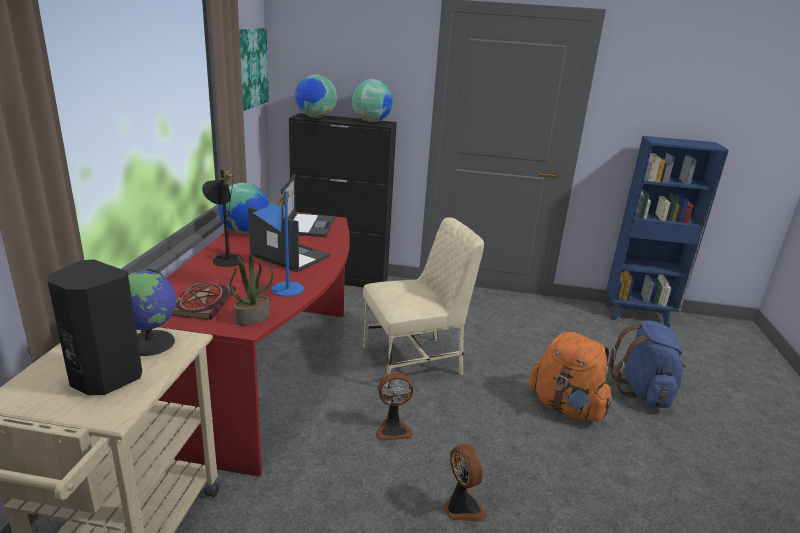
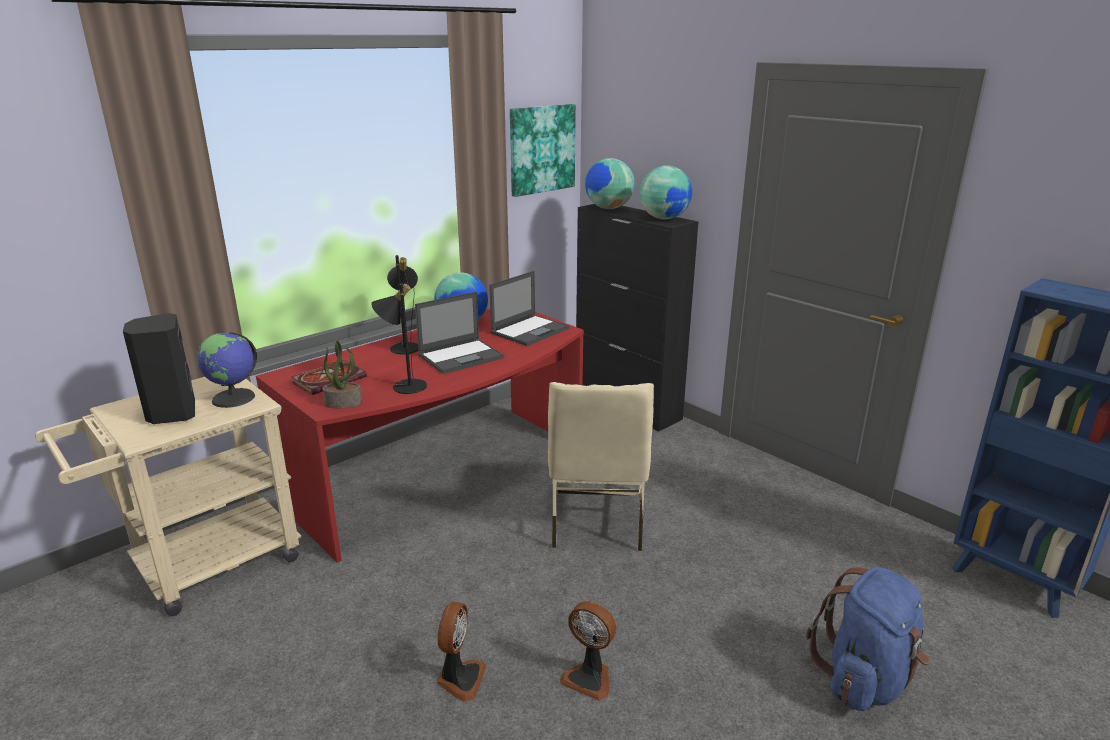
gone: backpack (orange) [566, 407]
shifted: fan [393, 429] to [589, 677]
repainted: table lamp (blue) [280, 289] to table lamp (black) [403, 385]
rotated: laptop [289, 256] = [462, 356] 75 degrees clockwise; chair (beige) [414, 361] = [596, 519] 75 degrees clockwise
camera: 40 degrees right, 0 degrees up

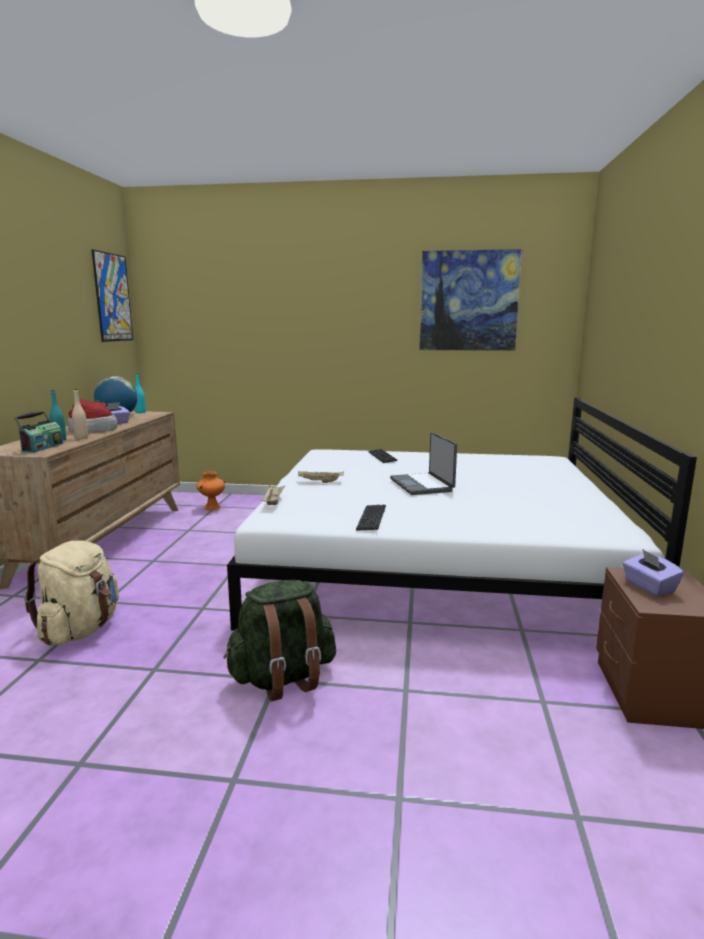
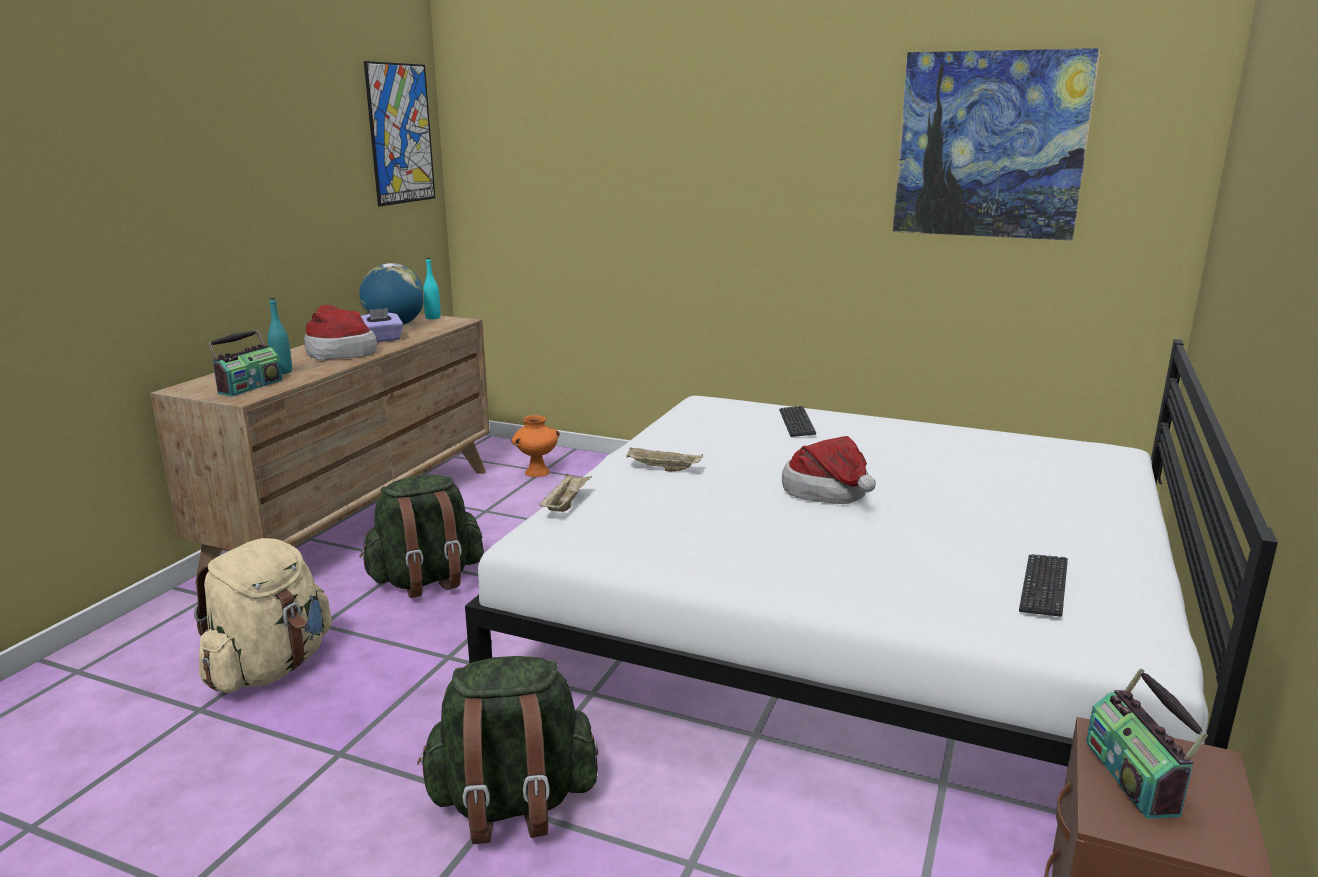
gone: bottle (beige) [81, 438]
new: backpack (green) [426, 580]
shifted: keyboard [371, 519] to [1043, 587]
swapped: laptop [422, 485] to hat [829, 493]; tissue box (purple) [649, 587] to radio [1134, 777]
camera: 15 degrees right, 5 degrees up

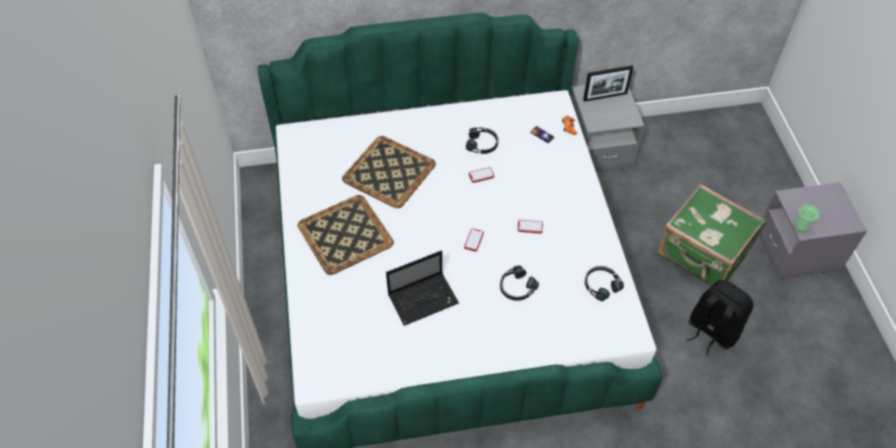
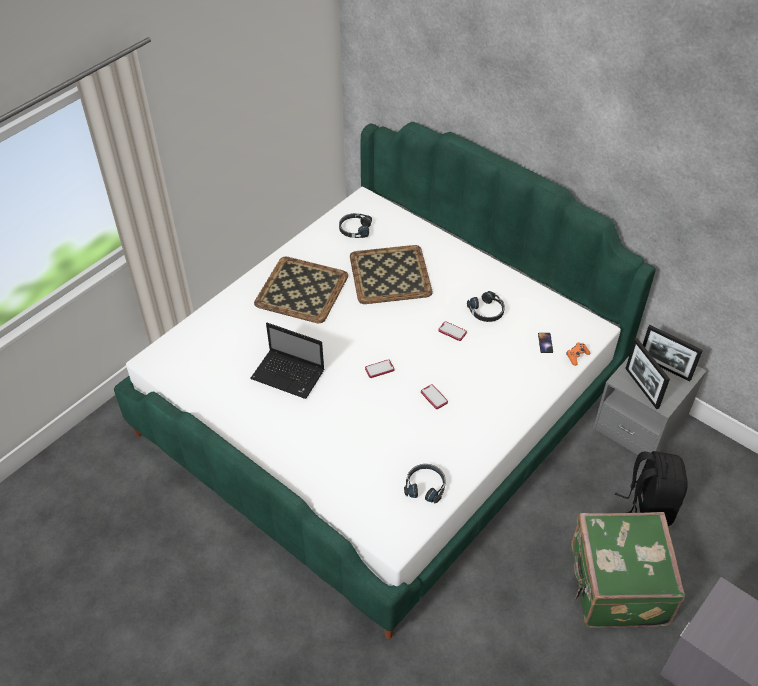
gone: cup [801, 226]
new: picture frame [642, 388]
shifted: headphones (black) [516, 287] to [354, 229]; backpack (black) [711, 331] to [647, 507]
camera: 50 degrees right, 5 degrees down

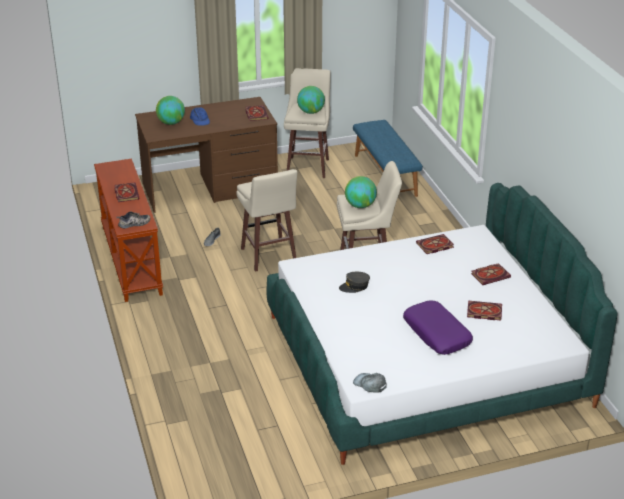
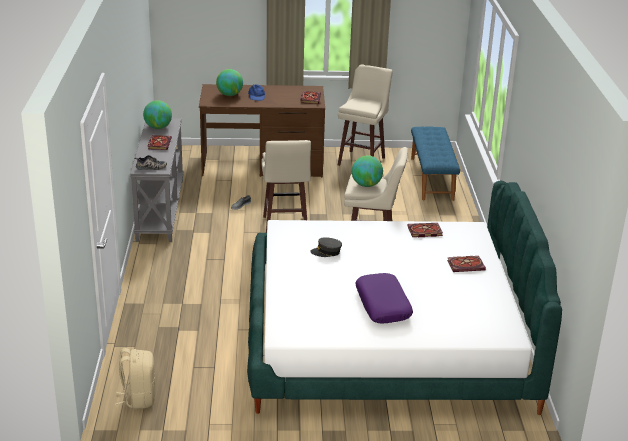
gone: cap (grey) [370, 384]; book [483, 312]
new: backpack (beige) [138, 398]
shifted: globe [310, 112] to [158, 127]
repainted: console table (brown) [130, 260] to console table (grey) [159, 209]
camera: 15 degrees right, 5 degrees down

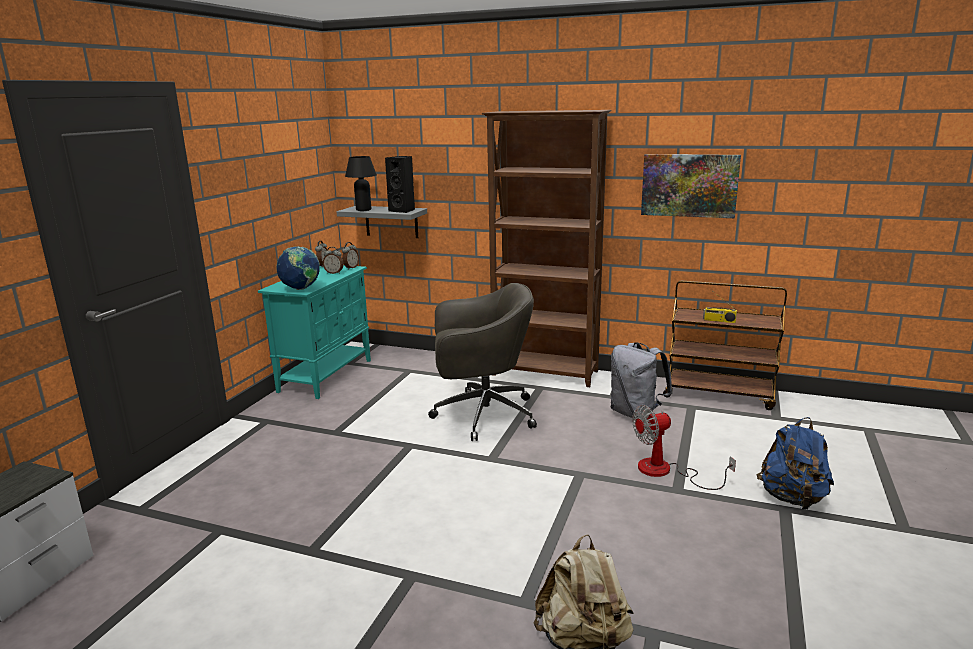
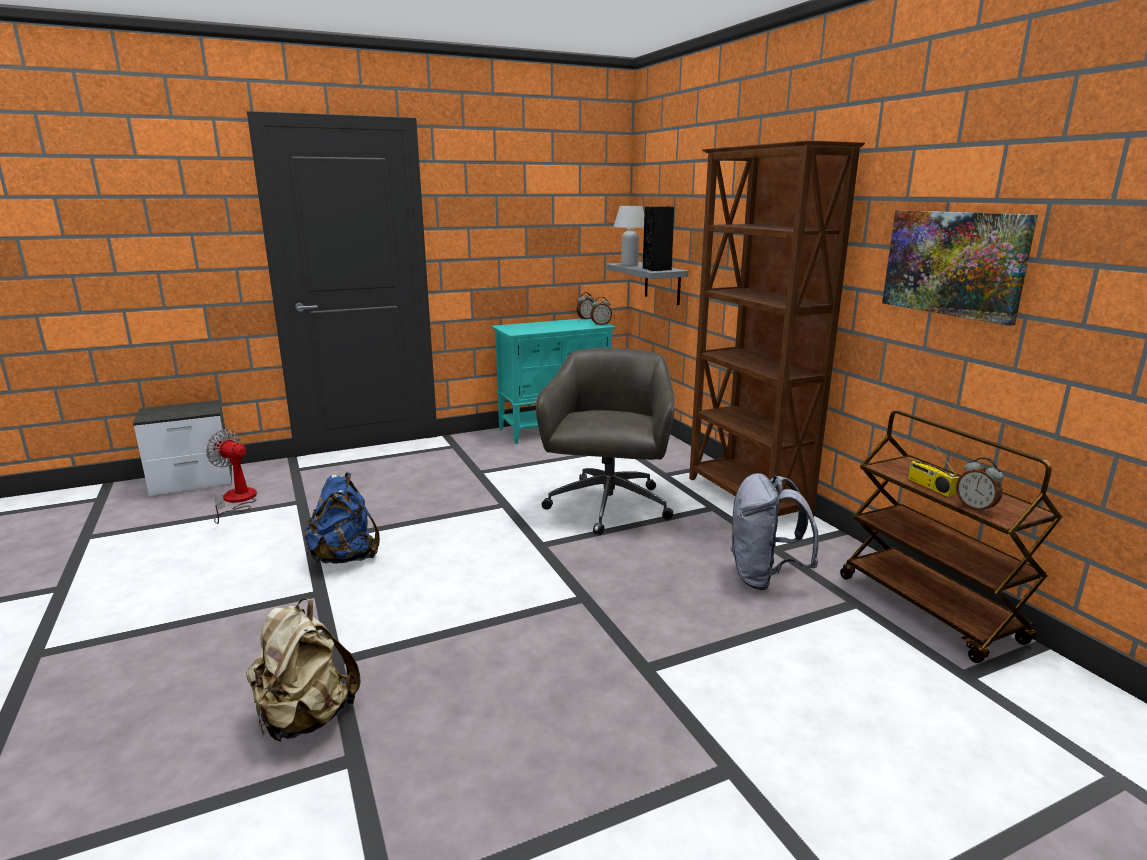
gone: globe [301, 289]
shifted: alarm clock [334, 273] to [975, 507]; fan [666, 471] to [237, 501]; backpack (blue) [792, 498] to [345, 557]
repainted: table lamp (black) [363, 210] to table lamp (white) [629, 265]
rotated: office chair (grey) [482, 415] = [608, 507] 120 degrees counterclockwise
camera: 45 degrees right, 0 degrees up

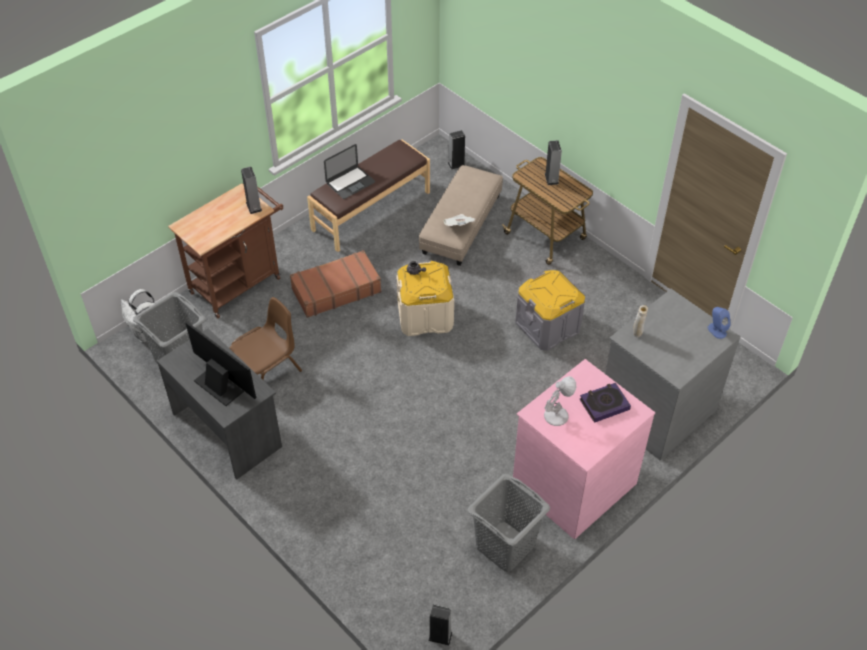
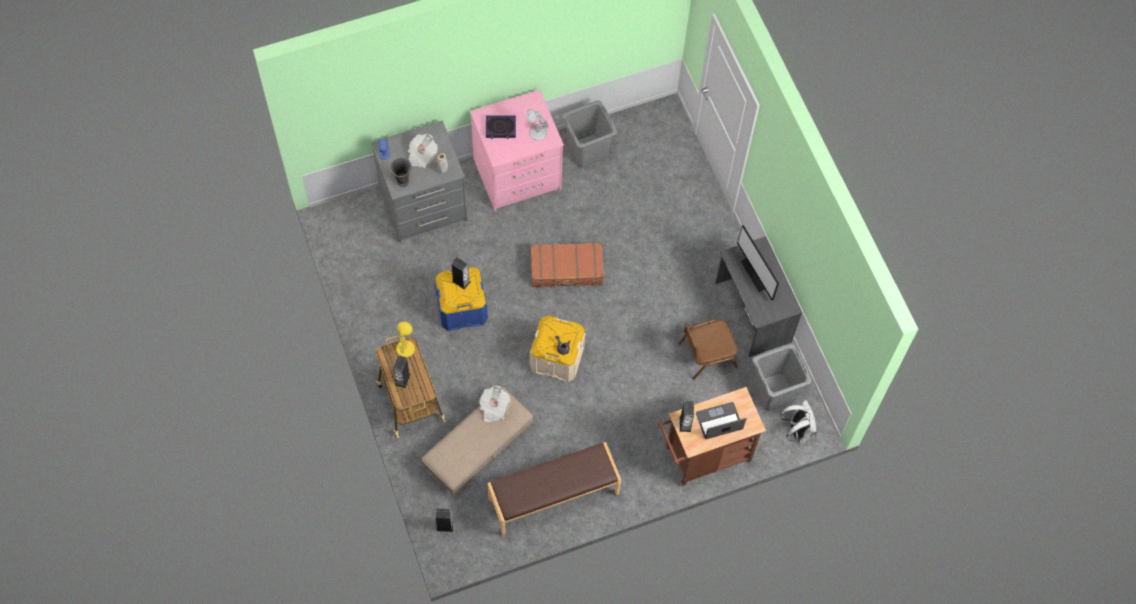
new: vase (grey) [402, 182]; table lamp (yellow) [405, 347]; newspaper [421, 155]
shifted: suitcase (brown) [336, 290] to [566, 269]; laptop [350, 182] to [719, 421]; speaker [440, 636] to [461, 281]
repainted: storage box (grey) [547, 326] to storage box (blue) [462, 308]
camera: 160 degrees left, 15 degrees up

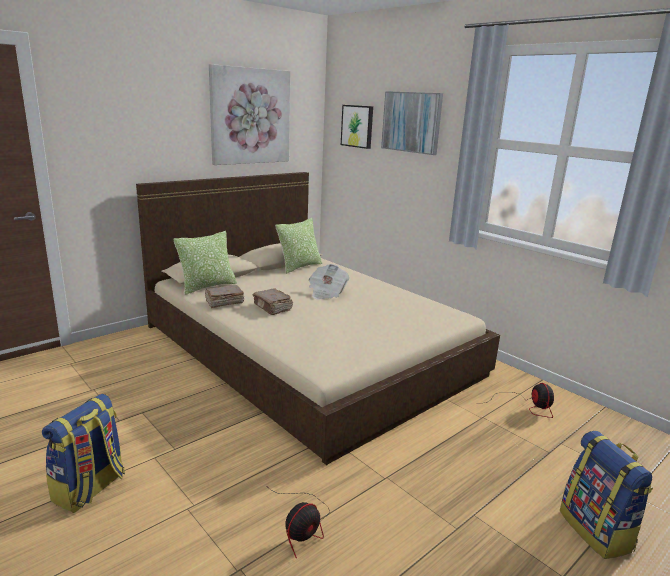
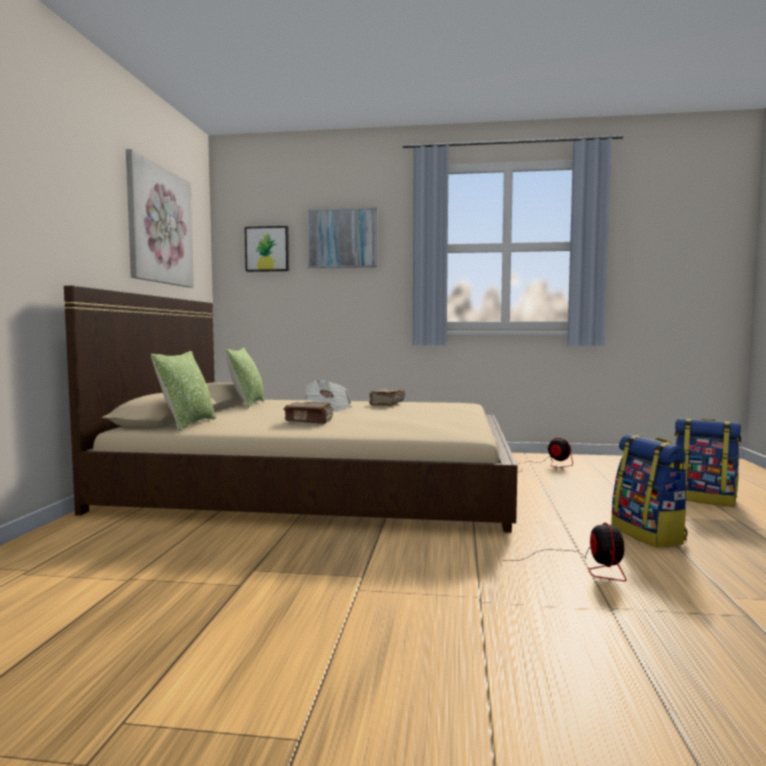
shifted: backpack [90, 489] to [649, 535]; book (brown) [224, 302] to [386, 404]
camera: 40 degrees left, 15 degrees down

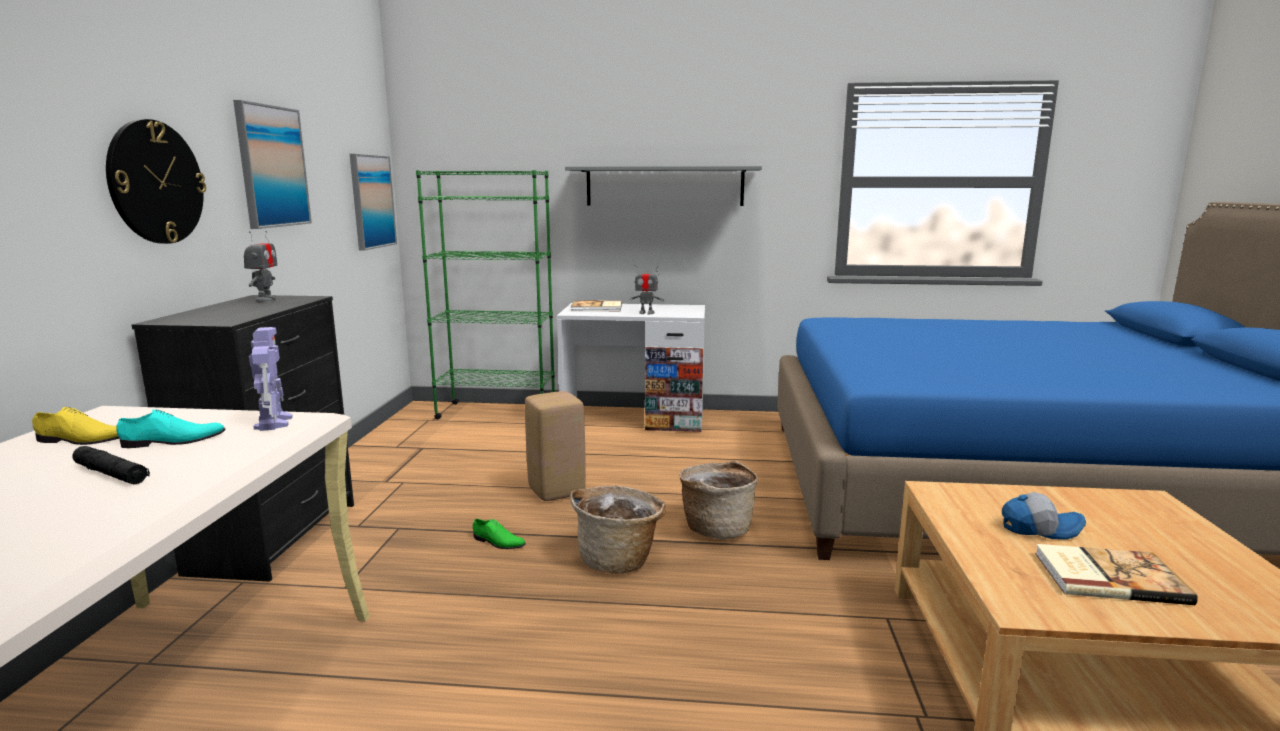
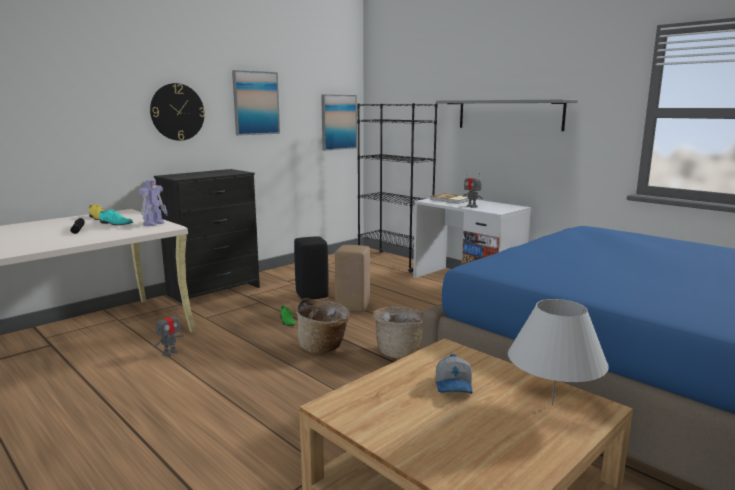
gone: book [1107, 576]
new: stool (black) [312, 295]; table lamp (white) [552, 405]
shifted: toy robot [266, 300] to [170, 353]
repainted: bookcase (green) [497, 412] to bookcase (black) [394, 261]
rotated: cap [1039, 528] = [454, 386] 45 degrees clockwise
camera: 40 degrees right, 0 degrees up

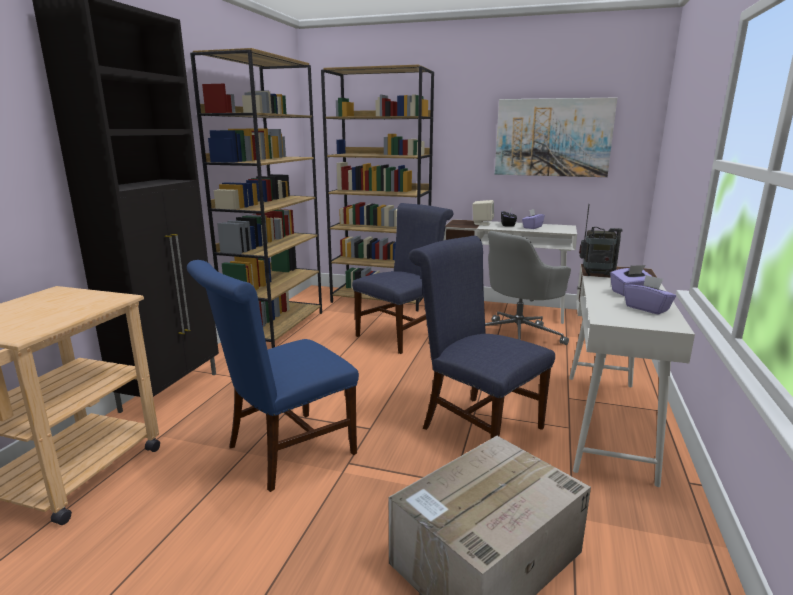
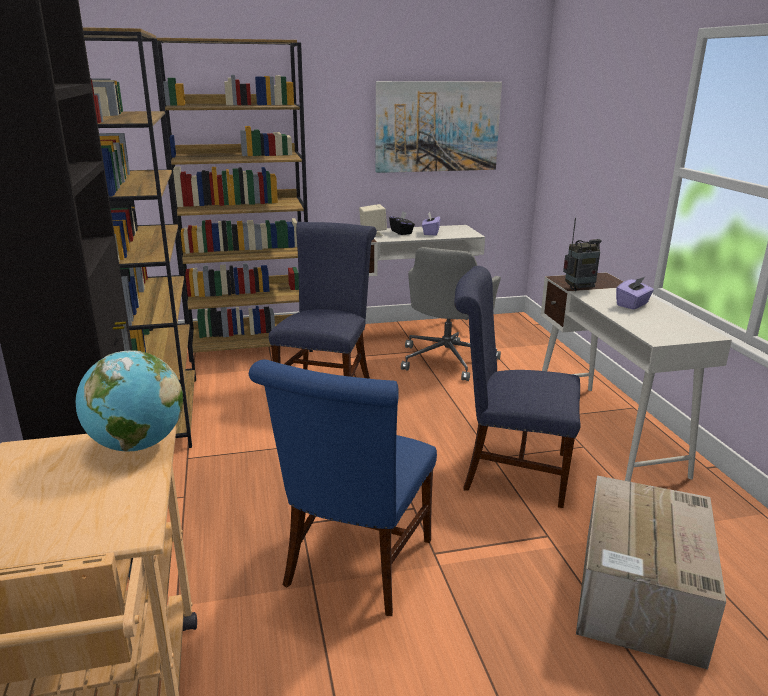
gone: tissue box (purple) [647, 308]
new: globe [137, 445]
camera: 30 degrees left, 5 degrees up

